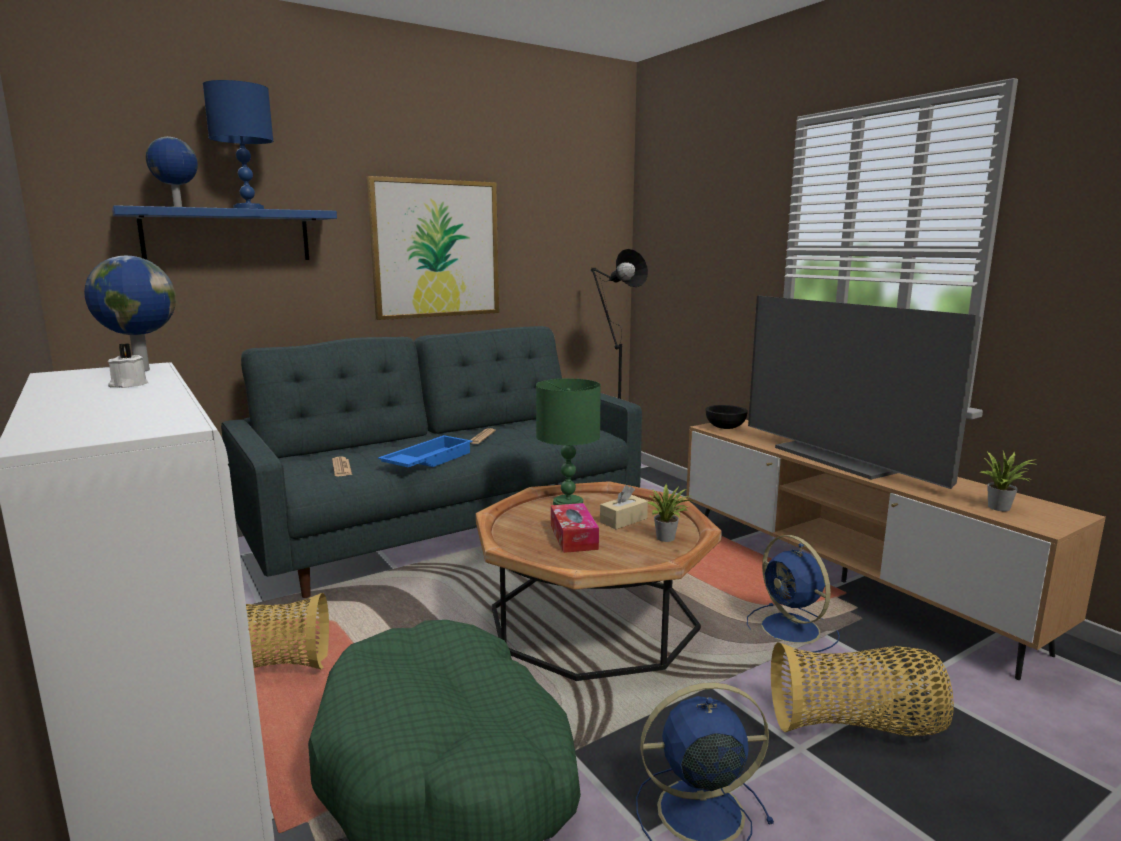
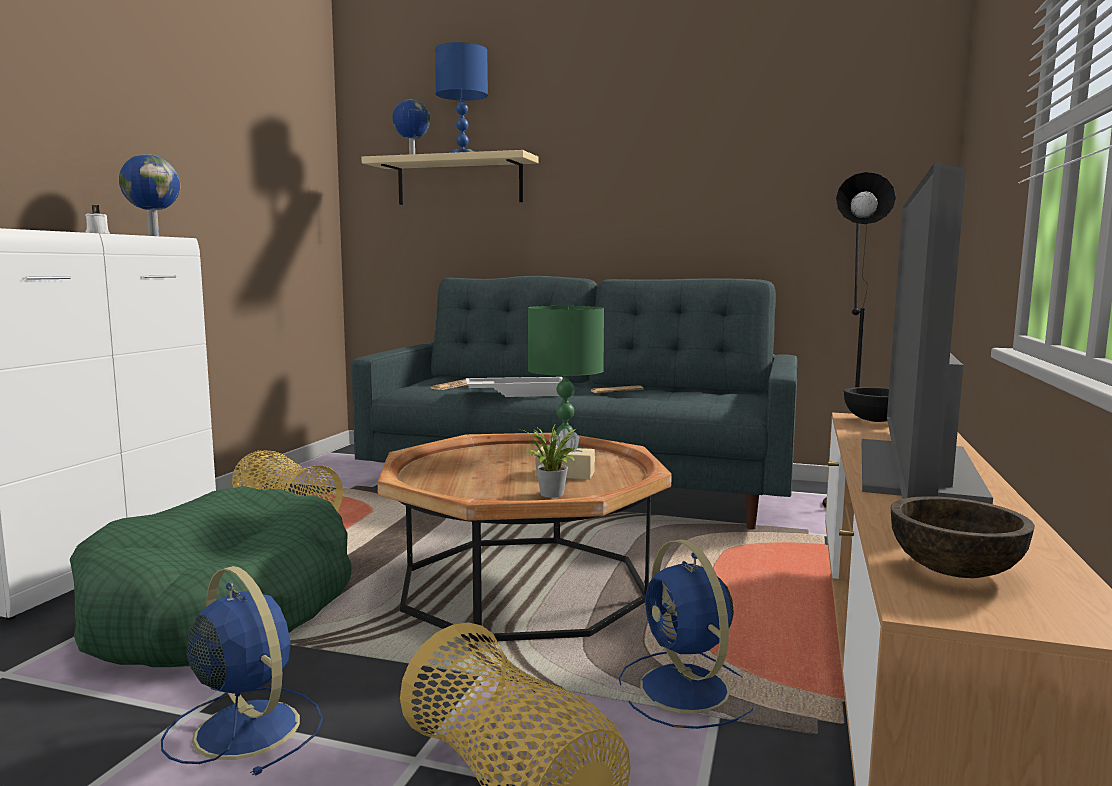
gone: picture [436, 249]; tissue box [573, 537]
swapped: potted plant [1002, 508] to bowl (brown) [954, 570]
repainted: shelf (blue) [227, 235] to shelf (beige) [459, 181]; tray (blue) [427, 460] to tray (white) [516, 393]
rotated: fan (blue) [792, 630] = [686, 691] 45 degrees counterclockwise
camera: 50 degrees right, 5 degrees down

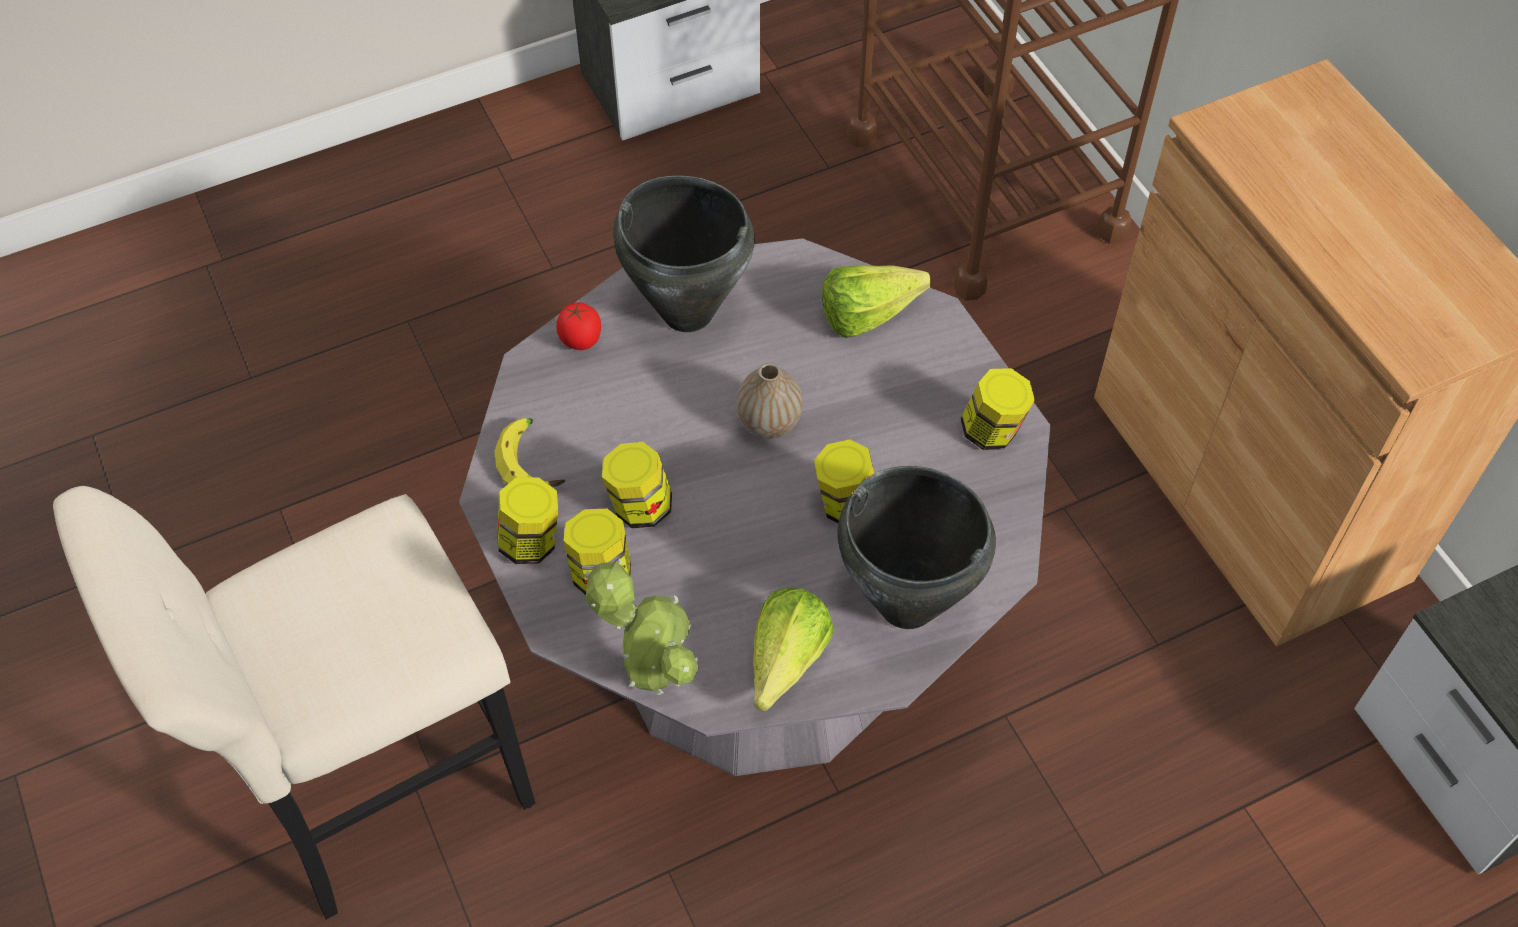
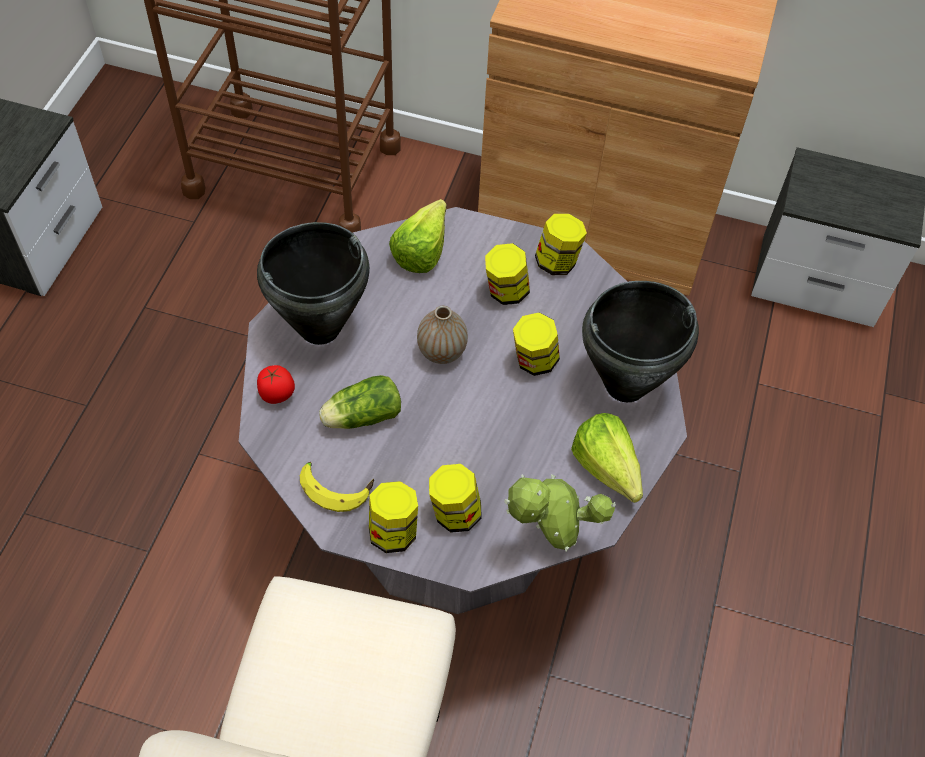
new: lettuce [360, 417]
shifted: jar [639, 506] to [505, 291]
camera: 50 degrees left, 0 degrees up

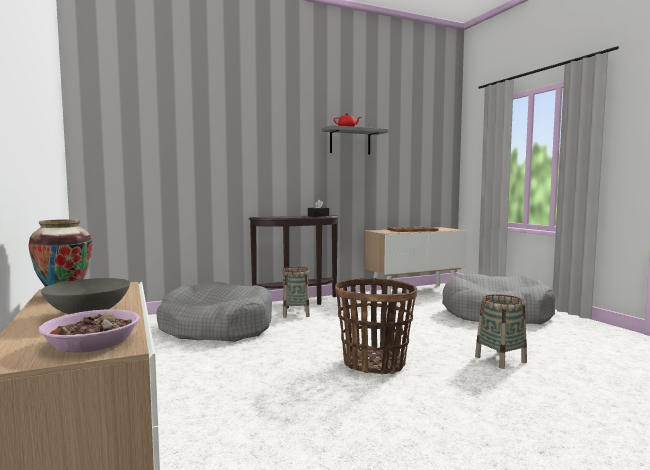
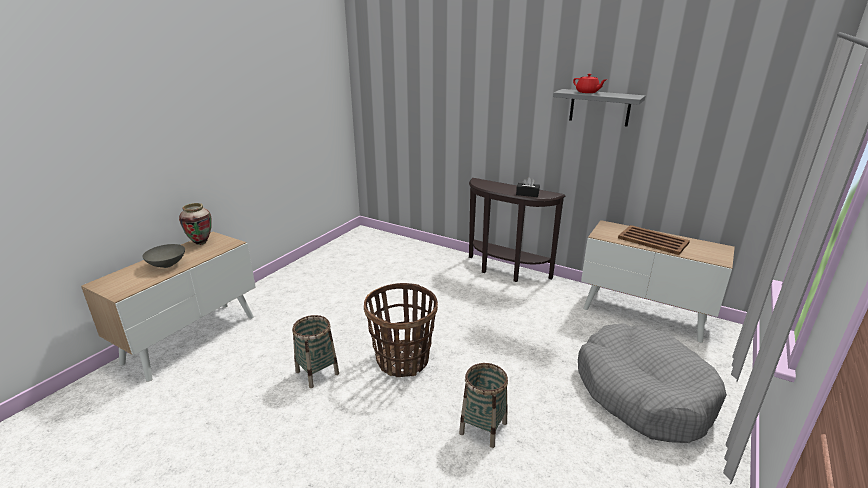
gone: bowl [93, 342]; dog bed (grey) [217, 327]
shifted: basket [295, 314] to [317, 372]
camera: 55 degrees right, 20 degrees up

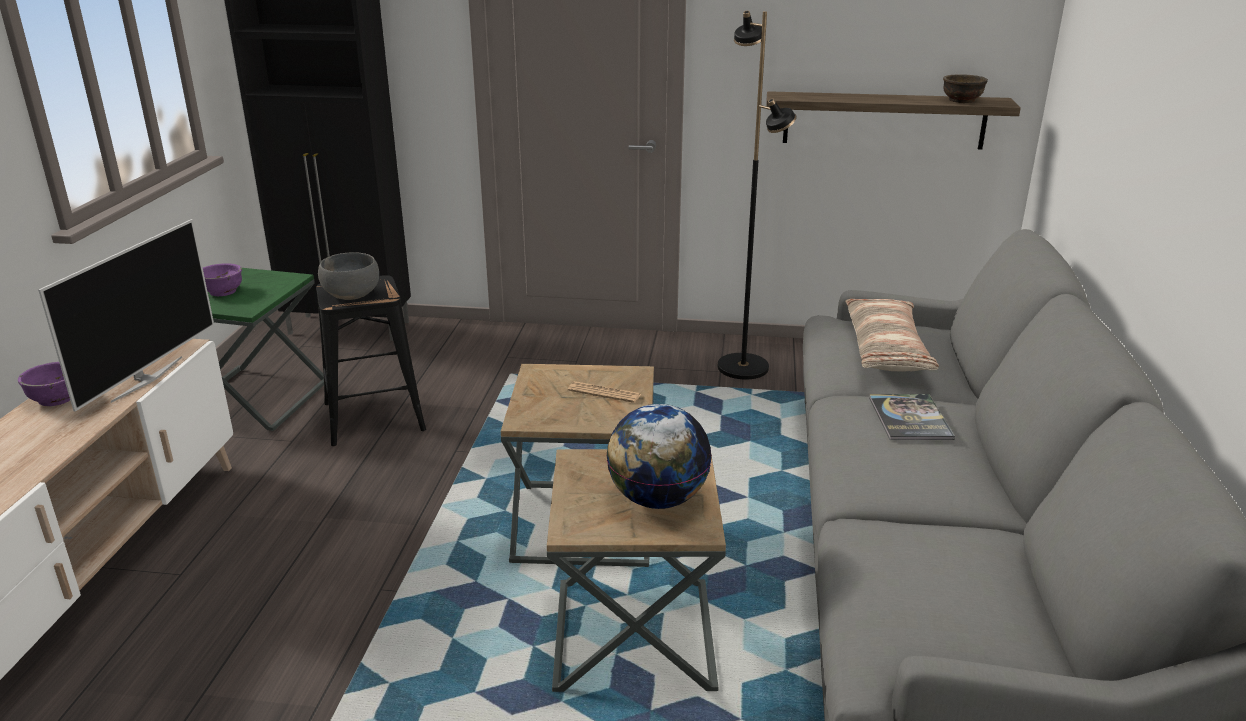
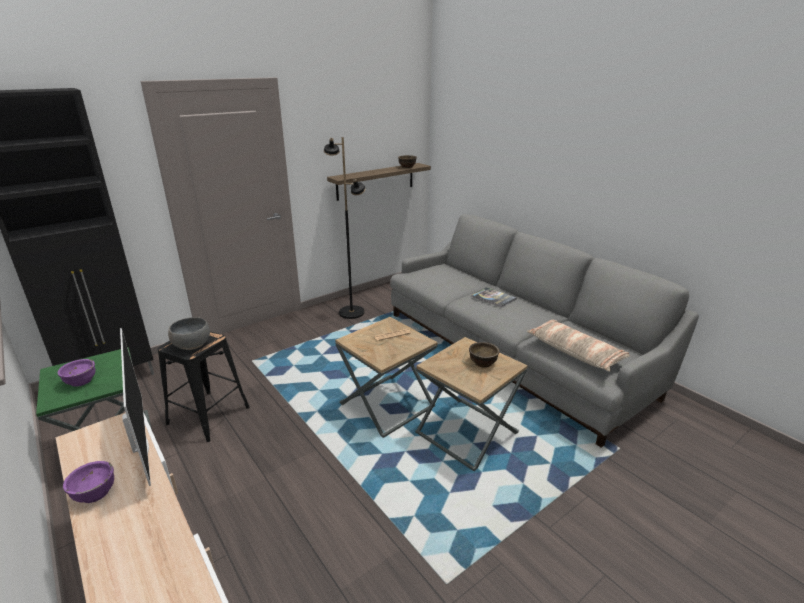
shifted: pillow [886, 349] to [575, 352]
swapped: globe [657, 499] to bowl (brown) [483, 363]
camera: 45 degrees left, 0 degrees up

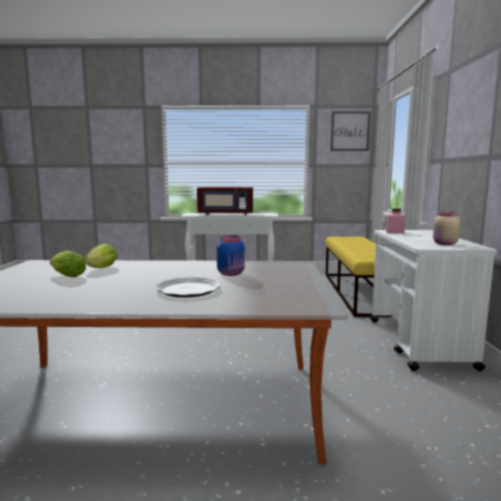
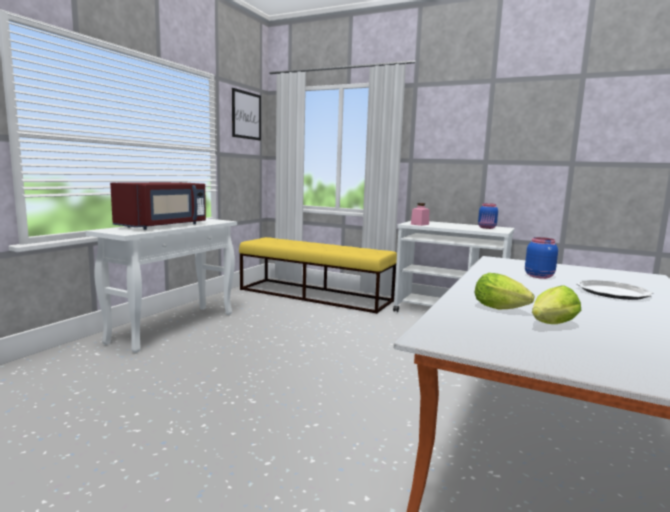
repainted: jar (beige) [444, 244] to jar (blue) [487, 228]
camera: 65 degrees left, 0 degrees up

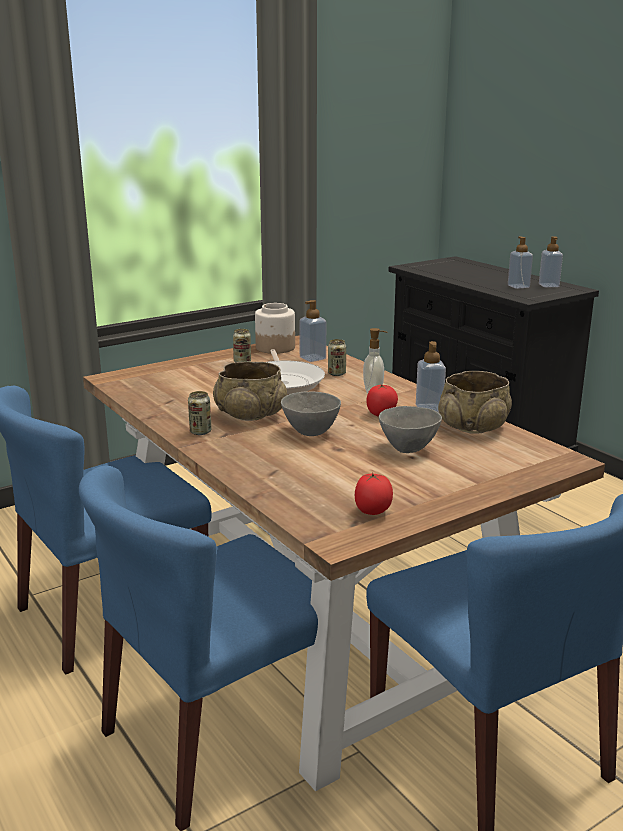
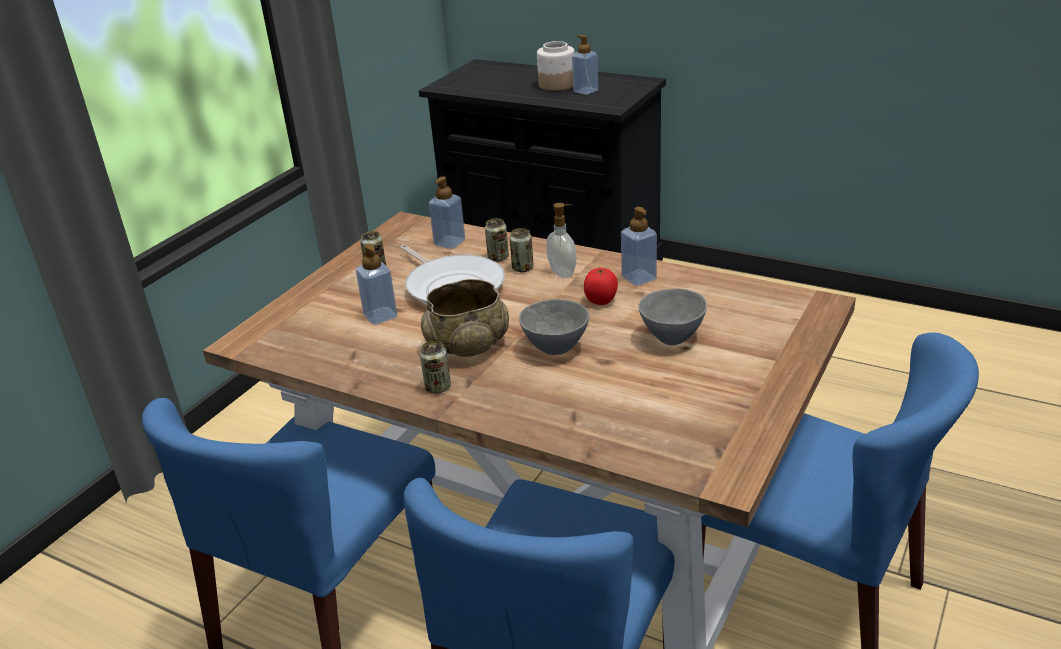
gone: tomato [373, 512]; bowl (beige) [473, 427]
new: can [522, 268]
shifted: jar [274, 347] to [556, 85]; soap dispenser [548, 285] to [380, 316]
camera: 25 degrees left, 10 degrees up

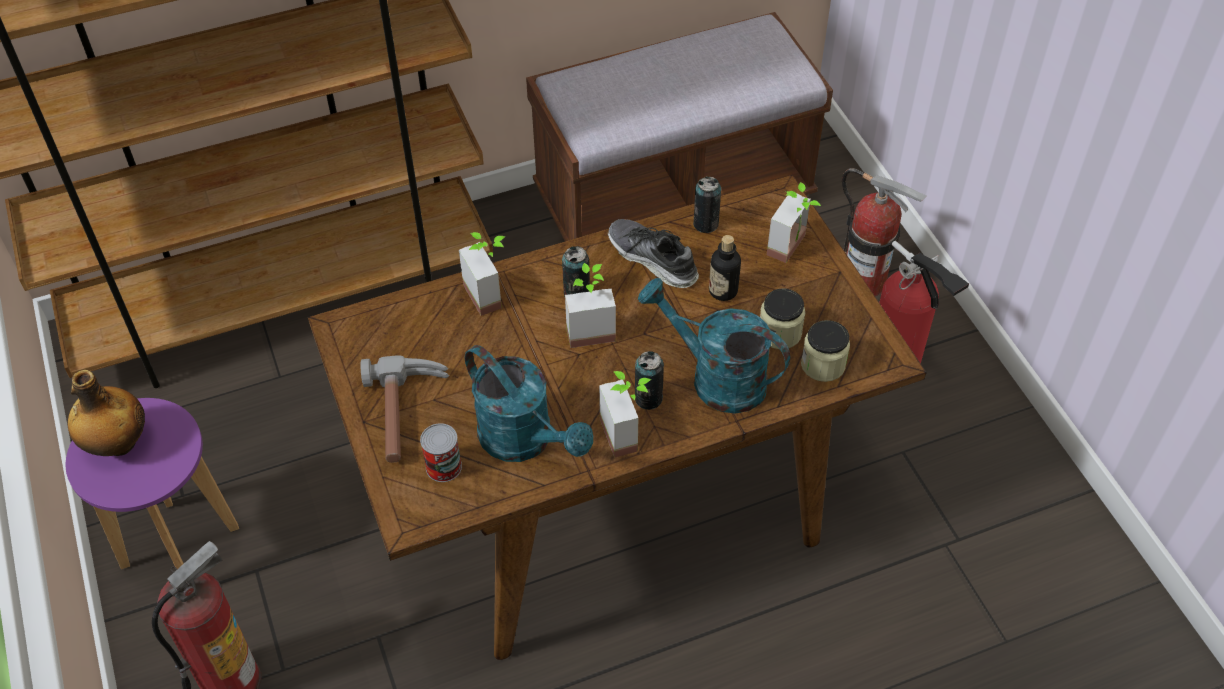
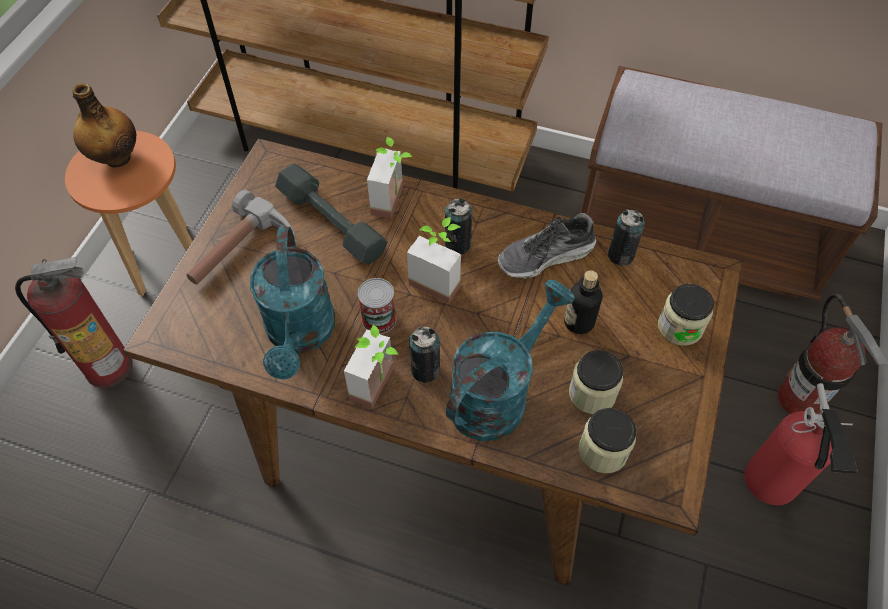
new: dumbbell (grey) [332, 222]
shifted: can [443, 467] to [379, 319]
swapped: potted plant [794, 248] to jar [680, 327]
repainted: stool (purple) [180, 548] to stool (orange) [163, 260]
rotated: shoe [652, 259] = [545, 256] 105 degrees counterclockwise; watering can (turquoise) [715, 378] = [497, 393] 60 degrees clockwise
camera: 40 degrees right, 5 degrees up

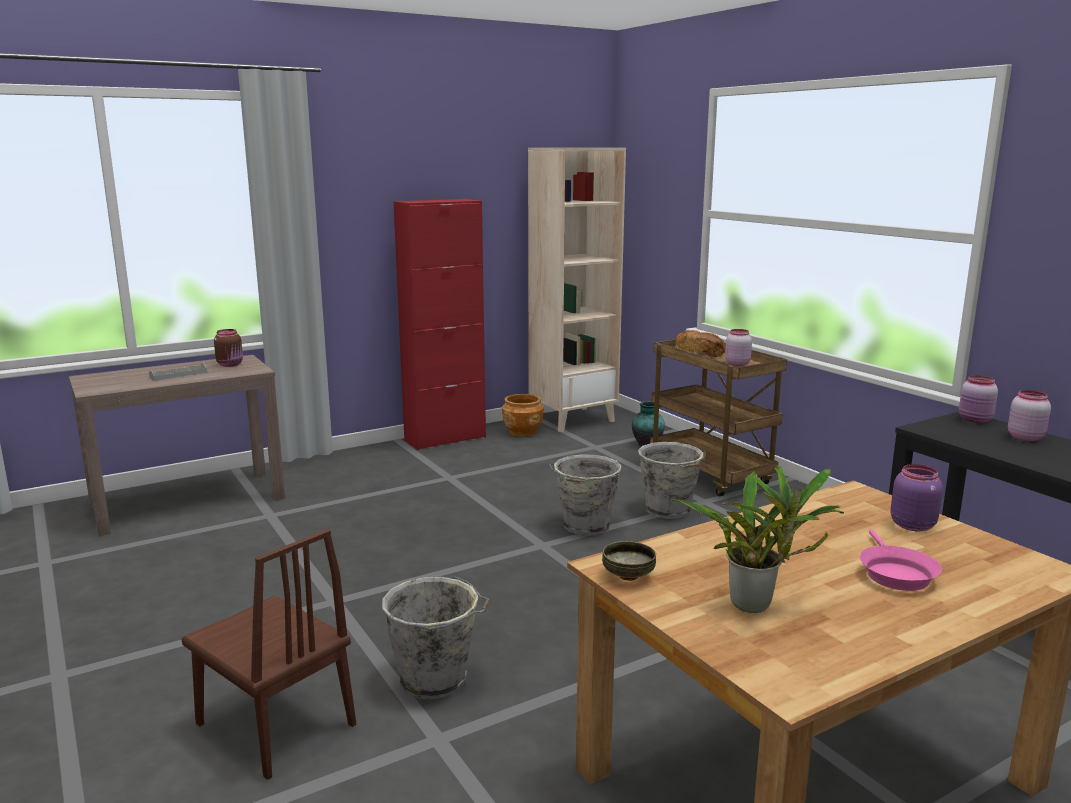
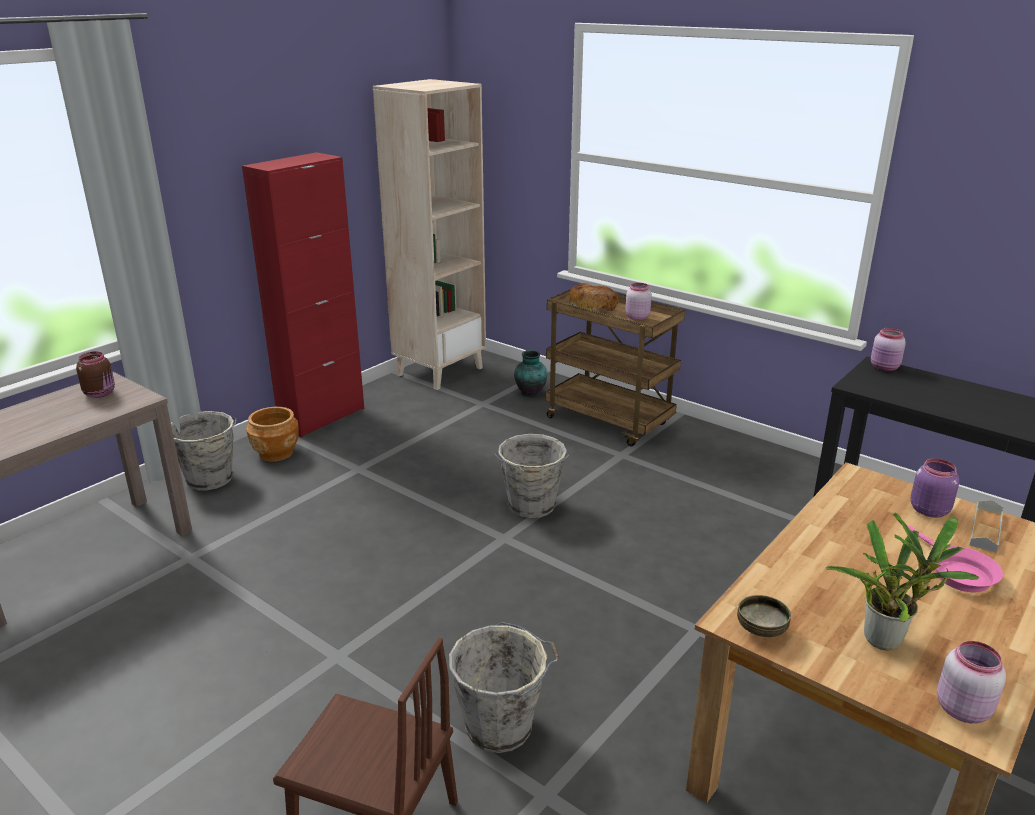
shifted: tray (grey) [178, 374] to [985, 529]; planter (brown) [523, 432] to [276, 453]; bucket (grey) [669, 511] to [210, 480]; jar (pink) [1025, 437] to [961, 708]
camera: 20 degrees left, 10 degrees up

